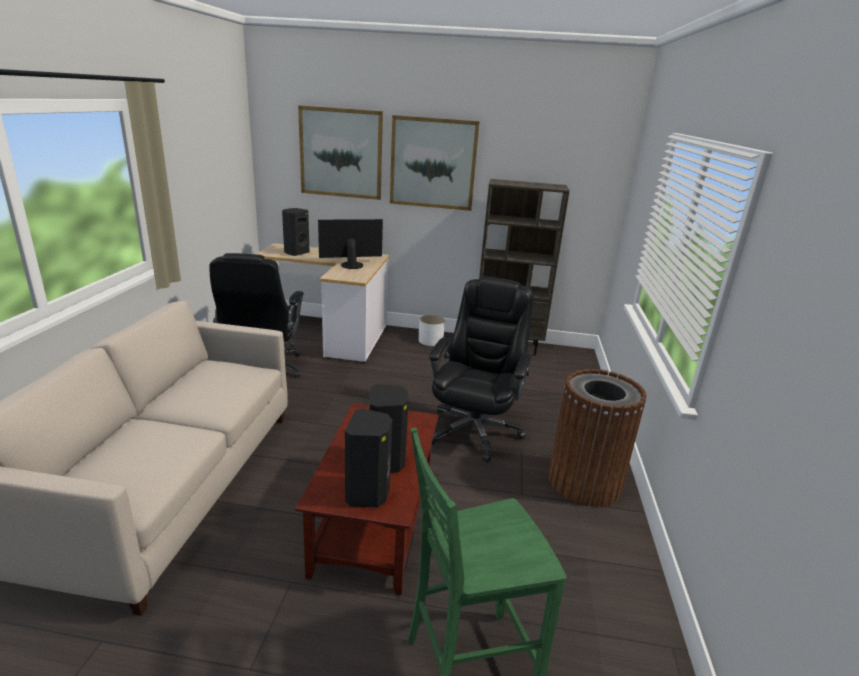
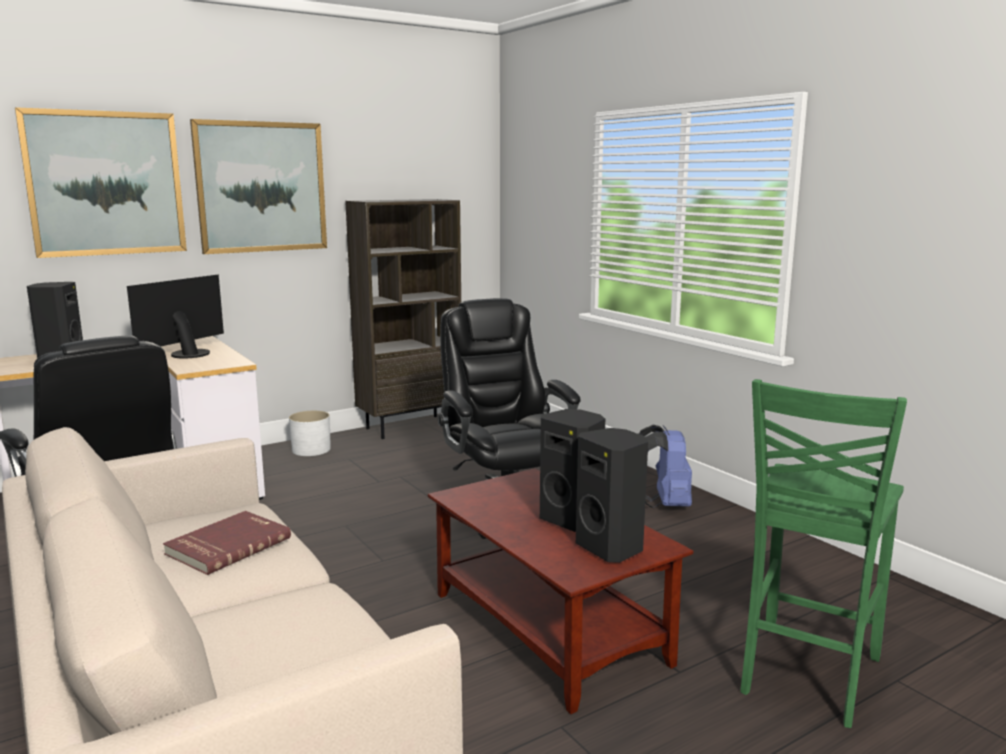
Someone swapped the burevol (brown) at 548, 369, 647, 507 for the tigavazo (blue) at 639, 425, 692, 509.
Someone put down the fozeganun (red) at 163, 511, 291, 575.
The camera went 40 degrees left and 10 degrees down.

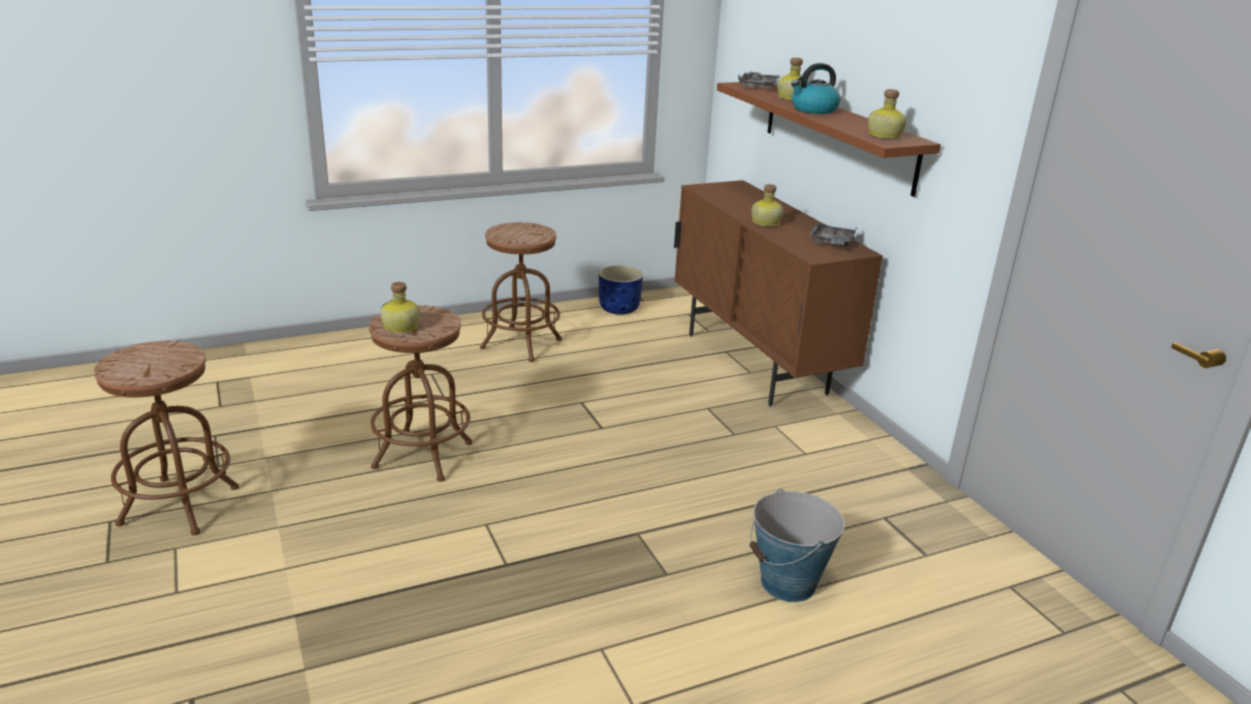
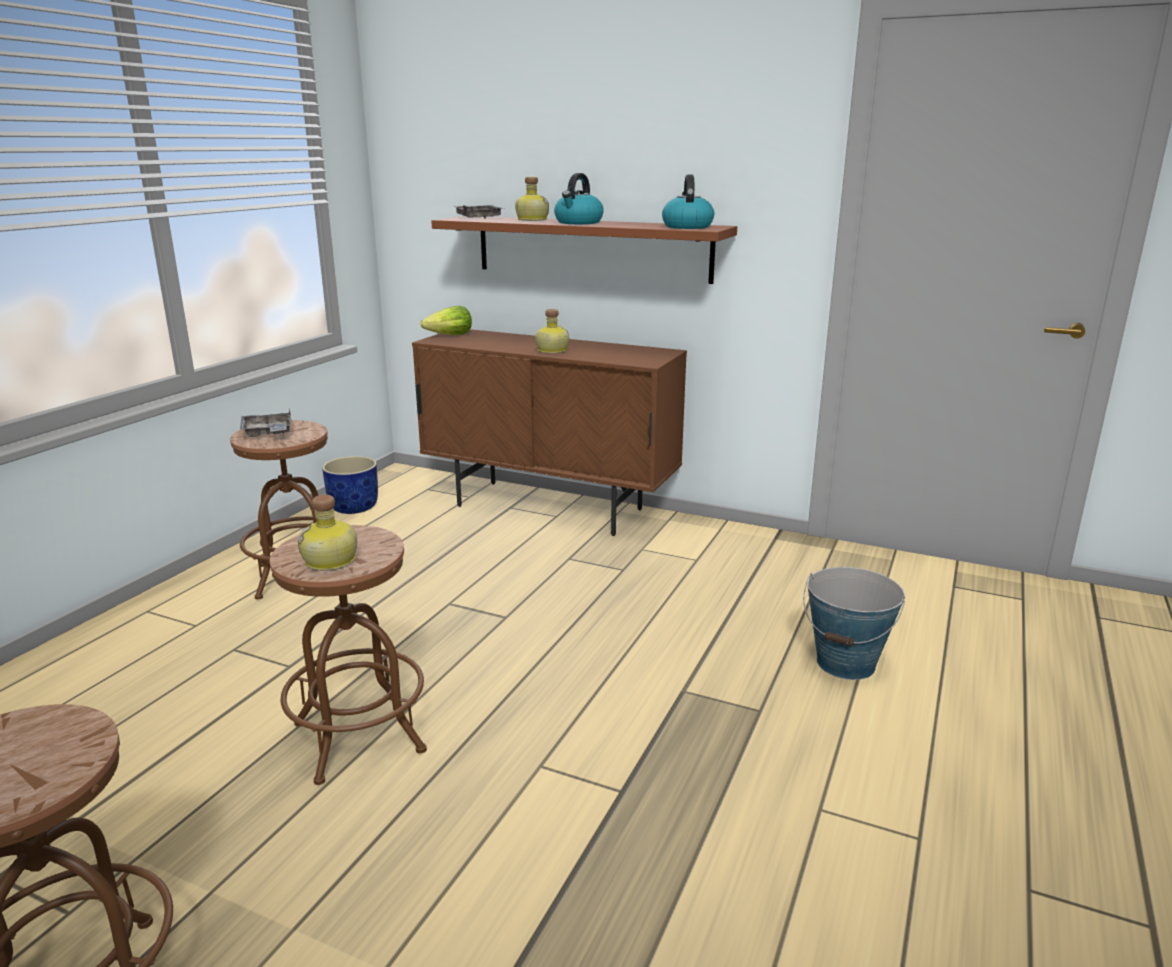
Someone carried the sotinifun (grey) from 809, 224, 857, 247 to 240, 409, 292, 437.
Someone swapped the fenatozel at 868, 89, 906, 139 for the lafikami at 662, 175, 714, 229.
Someone put down the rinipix at 421, 306, 472, 335.
The camera went 40 degrees left and 5 degrees down.

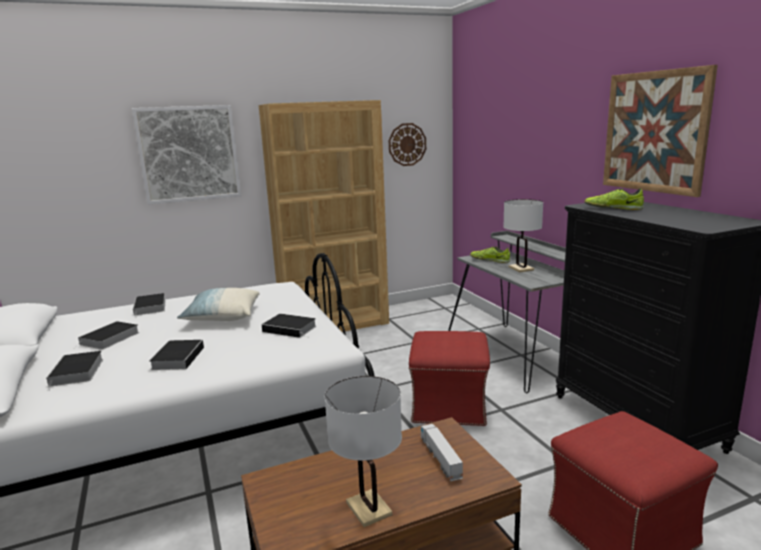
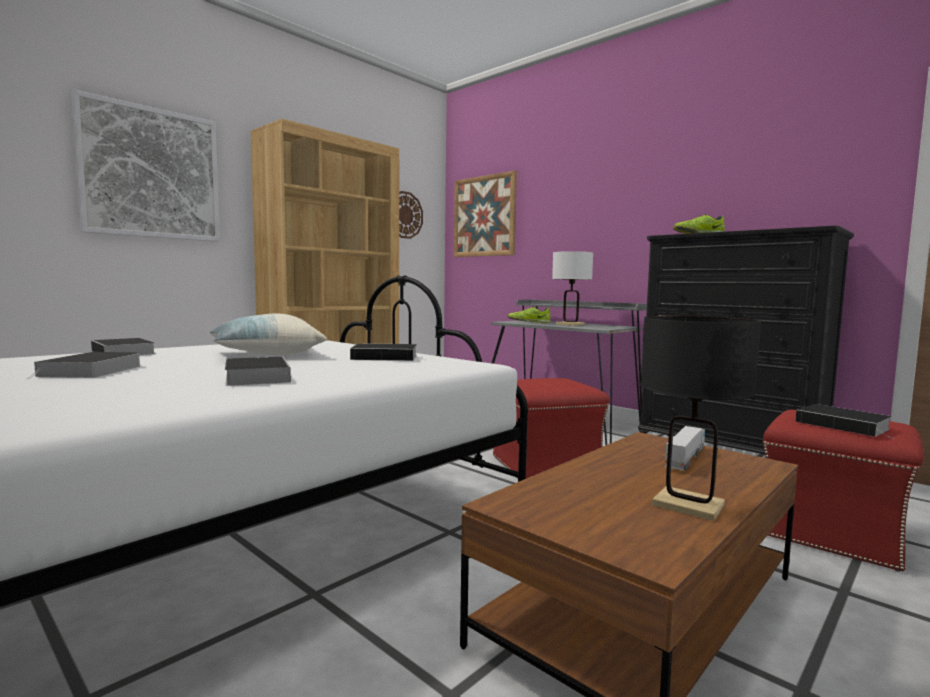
Someone carried the fozeganun from 46, 351, 103, 391 to 795, 404, 895, 439.
Someone repainted the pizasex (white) at 325, 376, 402, 527, which became the pizasex (black) at 640, 316, 761, 521.
Someone rotated the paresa at 421, 424, 463, 481 by 75 degrees clockwise.
Someone carried the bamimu from 603, 65, 718, 197 to 454, 171, 517, 257.
The camera went 25 degrees left and 10 degrees down.

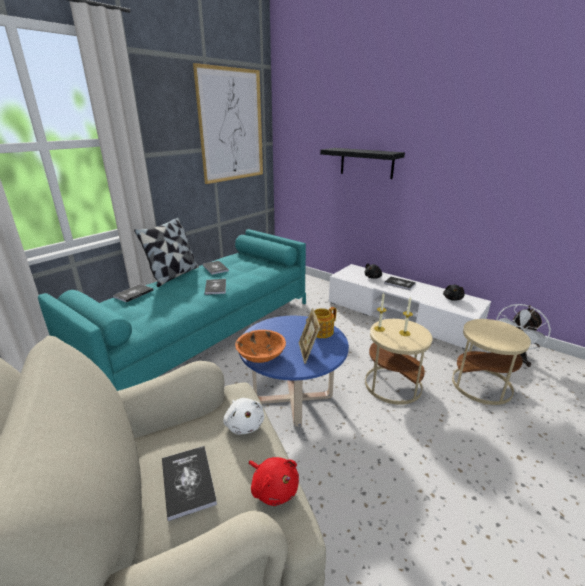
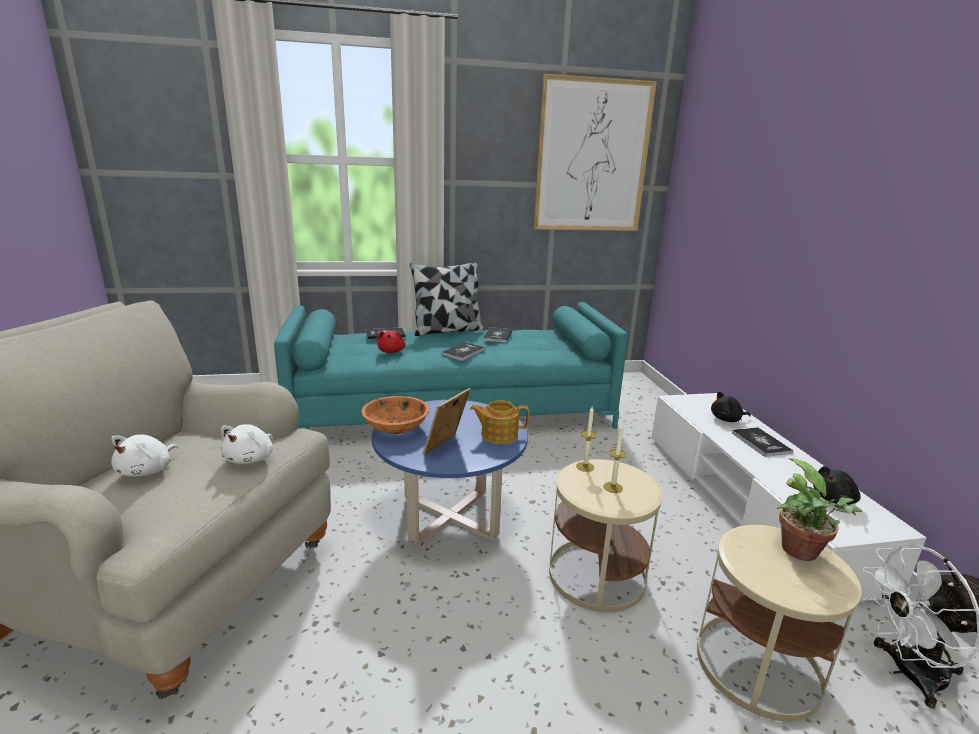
Someone swapped the fozeganun at 162, 446, 217, 521 for the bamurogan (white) at 111, 435, 179, 477.
Someone carried the bamurogan (red) from 249, 457, 299, 506 to 378, 331, 406, 353.
Someone took away the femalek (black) at 320, 148, 405, 179.
Someone put down the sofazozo at 777, 458, 863, 561.
The camera went 40 degrees right and 5 degrees down.

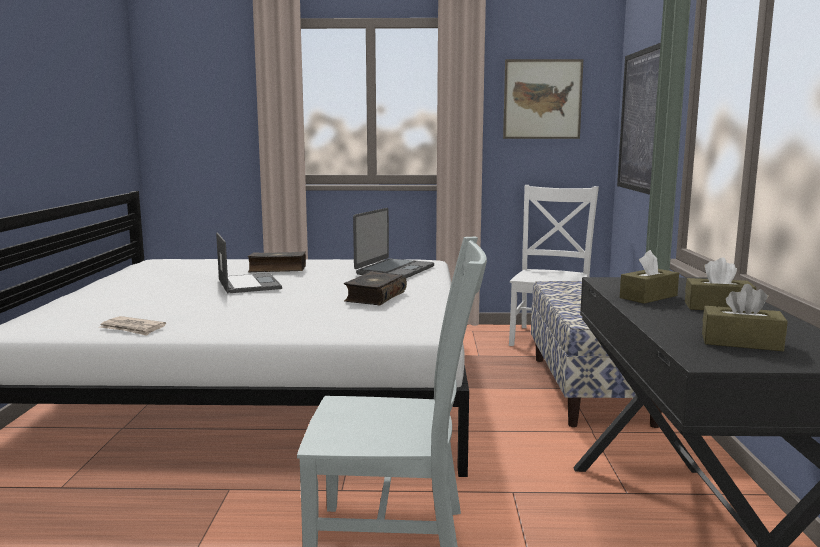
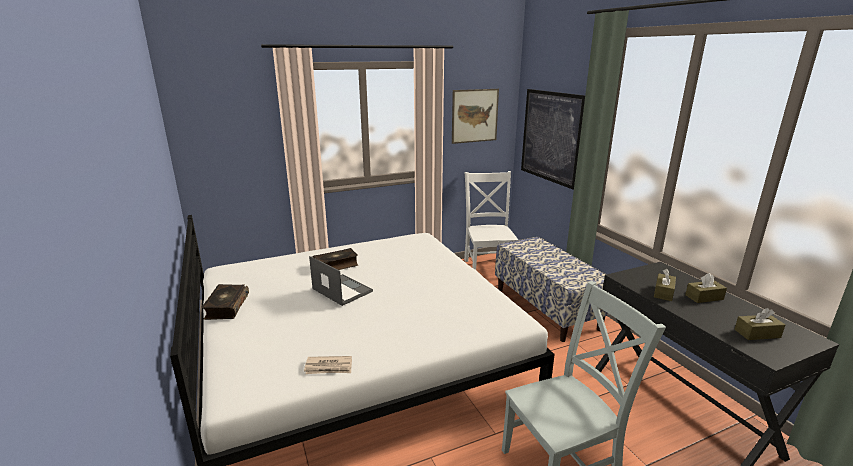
Someone carried the fozeganun from 344, 271, 407, 305 to 201, 284, 249, 320.
Someone took away the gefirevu at 353, 208, 434, 278.
The camera went 25 degrees left and 10 degrees up.

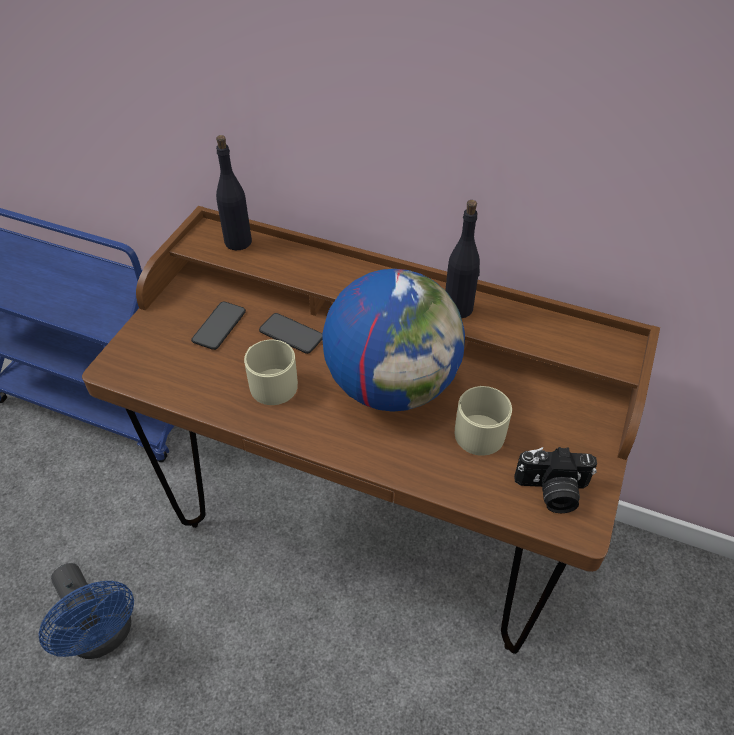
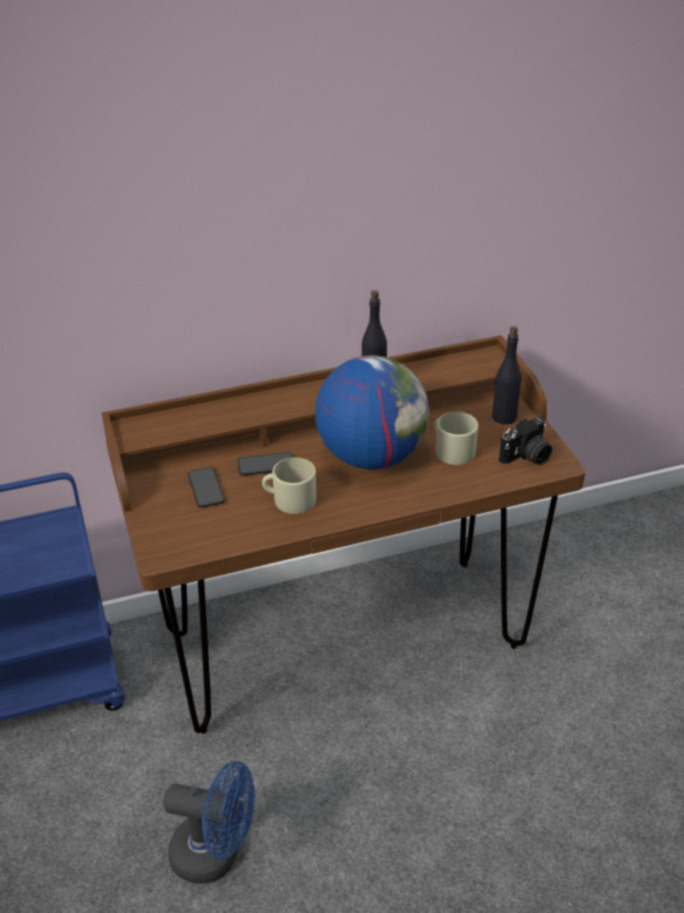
Someone carried the fenatozel (black) from 216, 135, 252, 250 to 492, 326, 521, 425.
The camera went 40 degrees left and 10 degrees down.

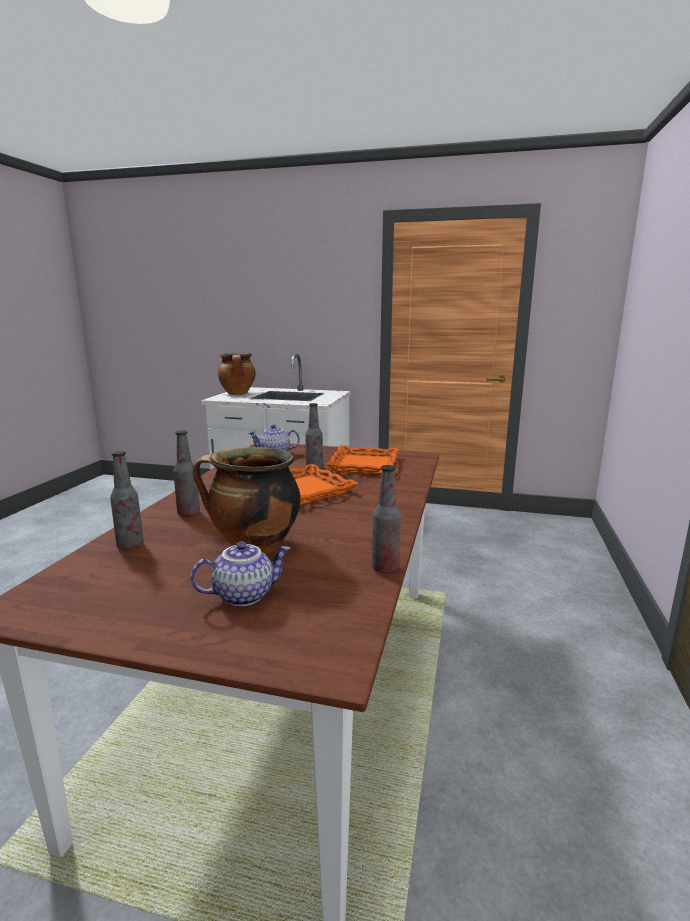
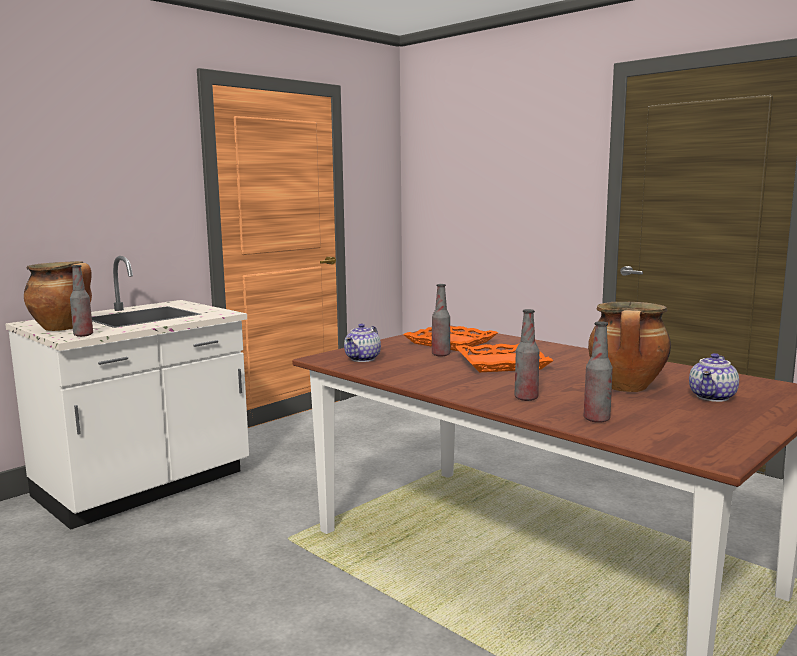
Someone rotated the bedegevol at 190, 541, 291, 606 by 150 degrees counterclockwise.
Someone carried the fenatozel from 372, 465, 401, 573 to 70, 265, 93, 337.
The camera went 60 degrees left and 5 degrees down.

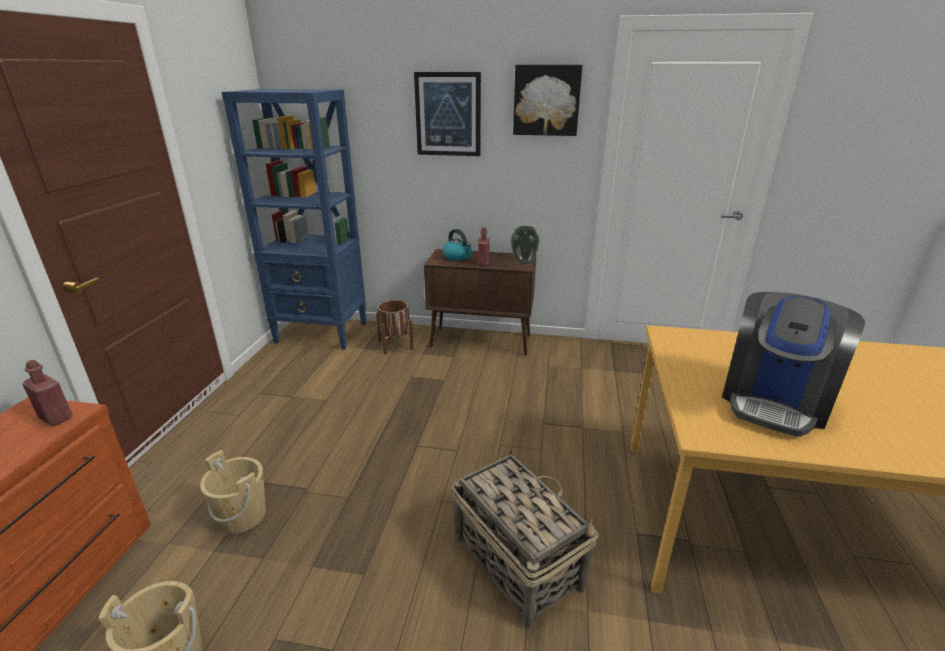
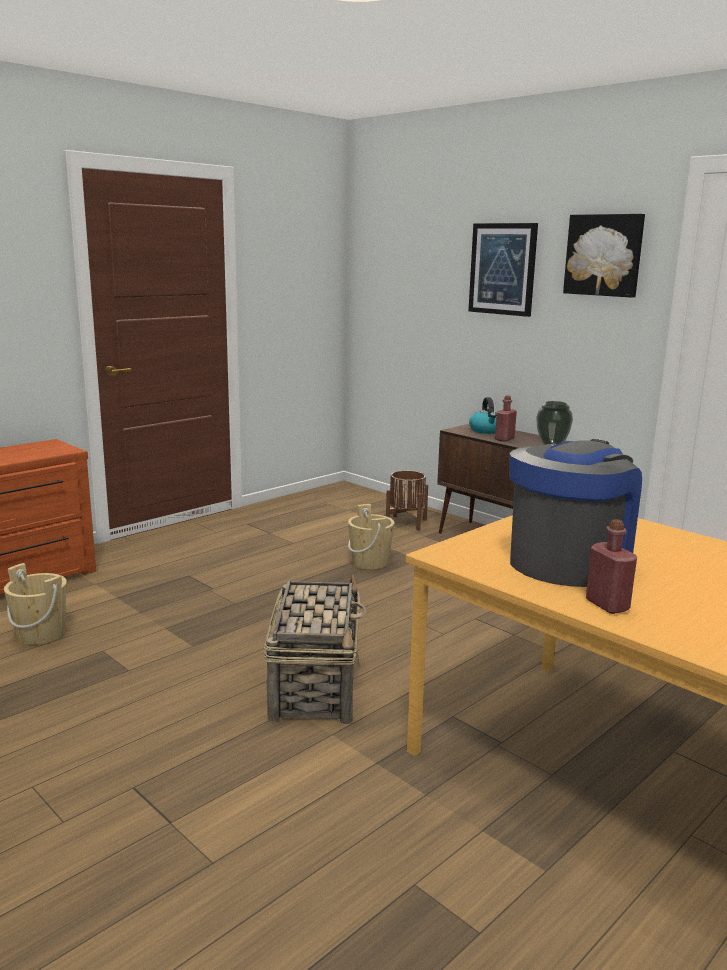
Someone carried the fenatozel (red) from 22, 360, 72, 426 to 586, 519, 637, 614.
Someone carried the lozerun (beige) from 200, 450, 266, 533 to 348, 504, 394, 569.
Someone took away the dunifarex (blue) at 222, 89, 367, 350.
Someone rotated the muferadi at 722, 292, 865, 437 by 150 degrees clockwise.
The camera went 35 degrees right and 10 degrees down.

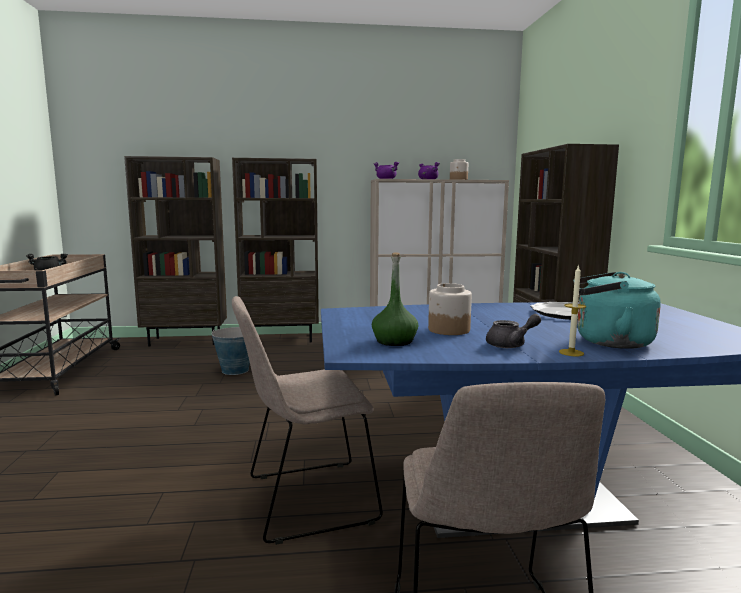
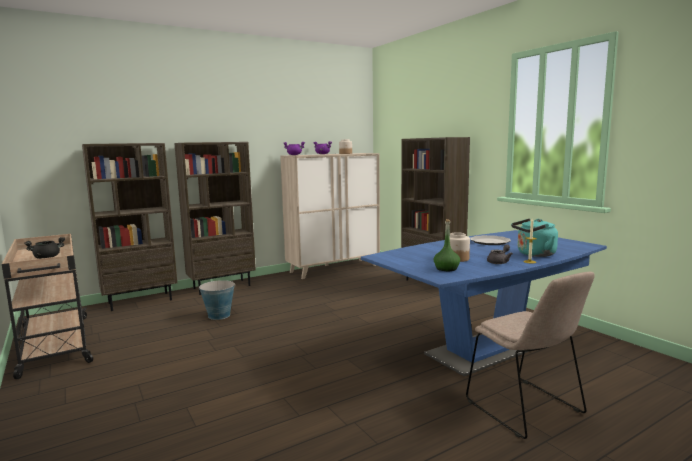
Someone took away the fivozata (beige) at 232, 296, 383, 545.
The camera went 25 degrees left and 0 degrees up.

